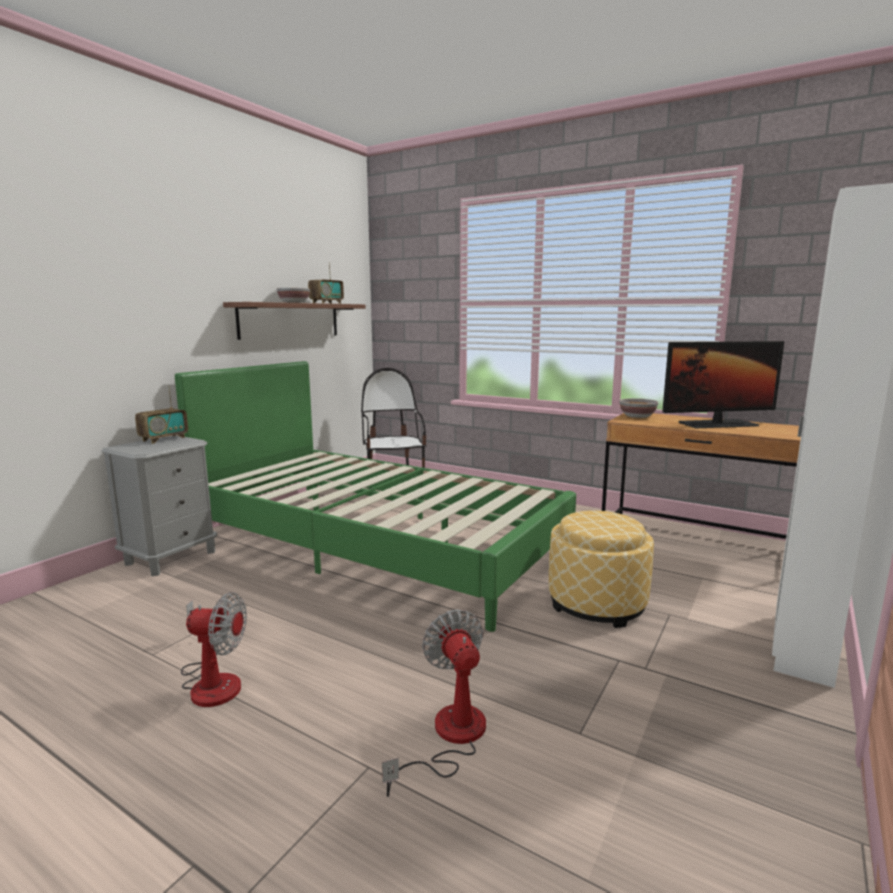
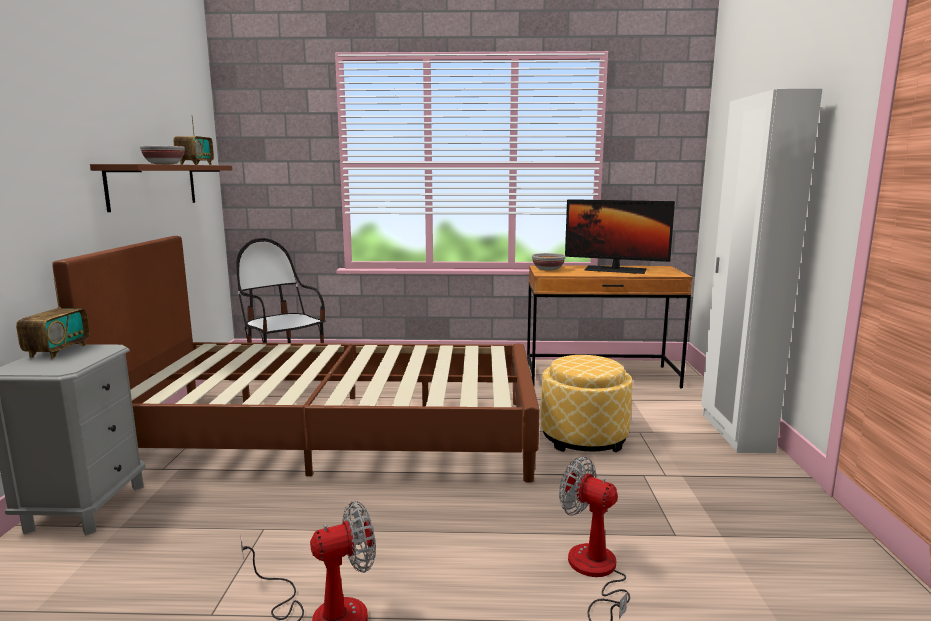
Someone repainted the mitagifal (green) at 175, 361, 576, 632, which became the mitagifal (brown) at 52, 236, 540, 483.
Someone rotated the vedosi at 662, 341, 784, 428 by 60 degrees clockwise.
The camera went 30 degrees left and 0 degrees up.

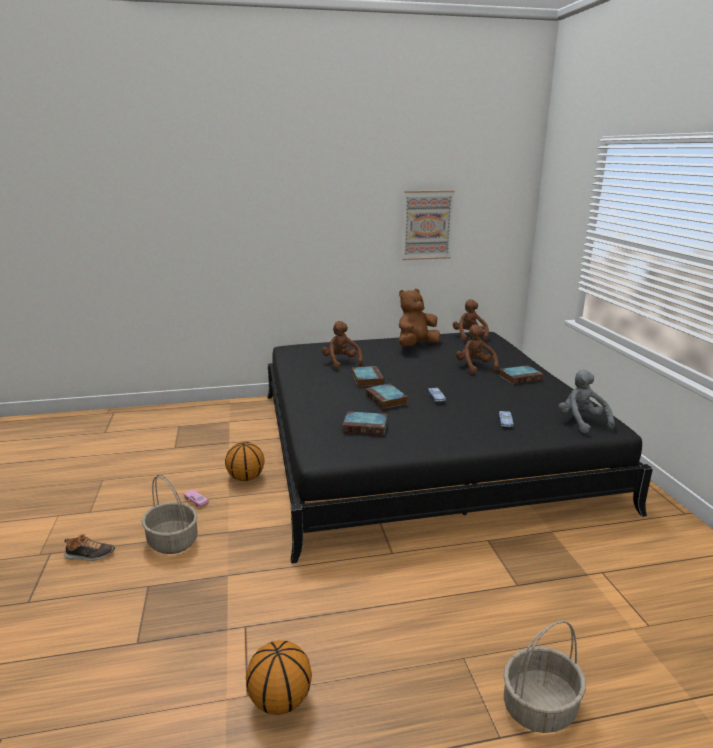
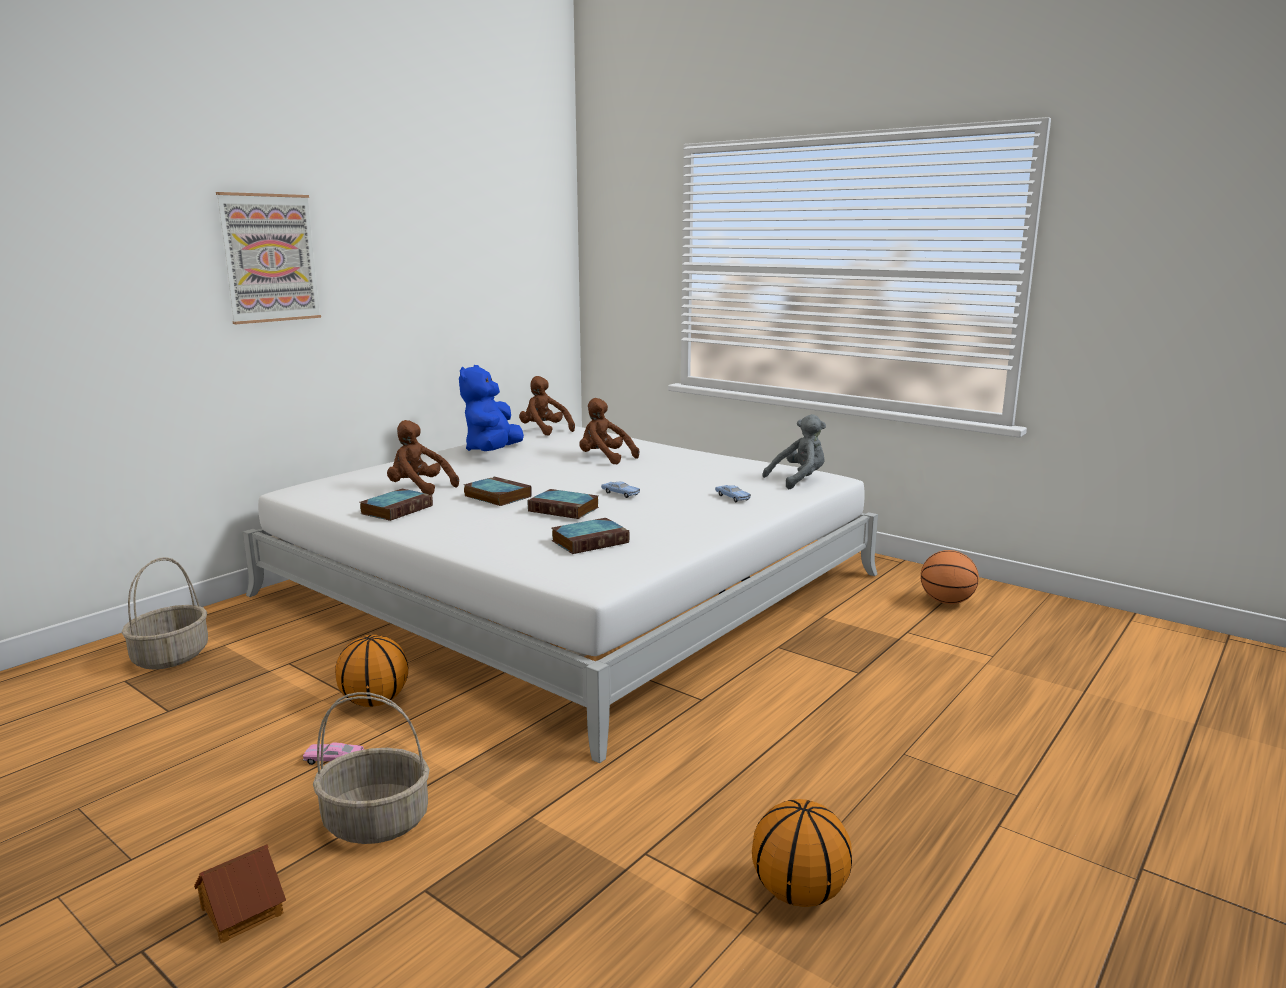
Someone swapped the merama at 64, 534, 115, 561 for the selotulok at 194, 844, 286, 943.
Someone repainted the mitagifal (black) at 268, 332, 653, 564, which became the mitagifal (white) at 243, 424, 878, 763.
Someone repainted the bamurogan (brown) at 399, 289, 441, 347, which became the bamurogan (blue) at 459, 365, 524, 451.
Someone carried the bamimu from 402, 190, 454, 260 to 216, 192, 321, 324.
Someone carried the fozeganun from 500, 365, 543, 385 to 360, 489, 433, 521.
Someone carried the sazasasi from 503, 621, 586, 733 to 121, 557, 208, 670.
Someone rotated the bamurogan (grey) at 558, 370, 615, 433 by 120 degrees clockwise.
Someone put down the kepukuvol at 920, 550, 979, 604.
The camera went 40 degrees left and 5 degrees down.

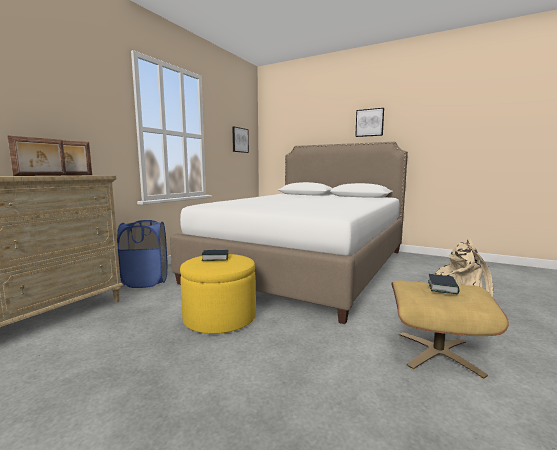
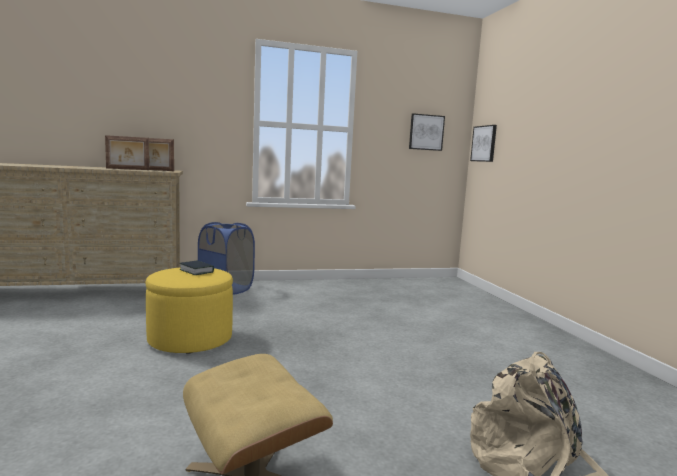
Someone took away the mitagifal (white) at 170, 142, 408, 324.
Someone carried the bamimu from 355, 108, 384, 137 to 470, 125, 497, 162.
Someone took away the fozeganun at 428, 274, 459, 294.
The camera went 45 degrees right and 0 degrees up.

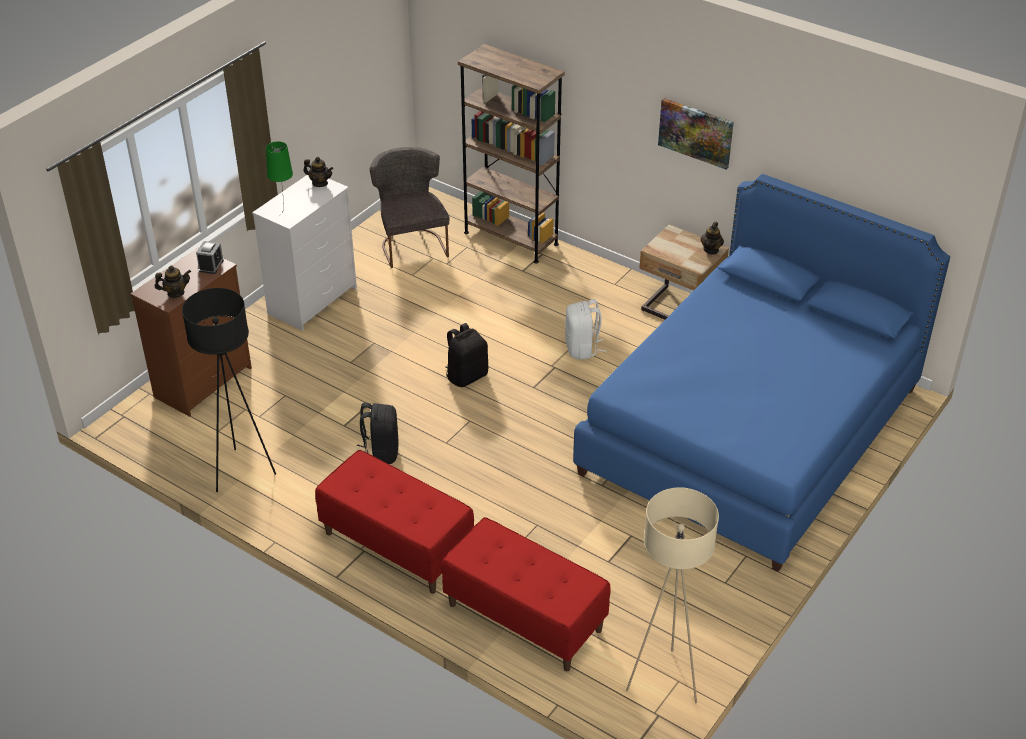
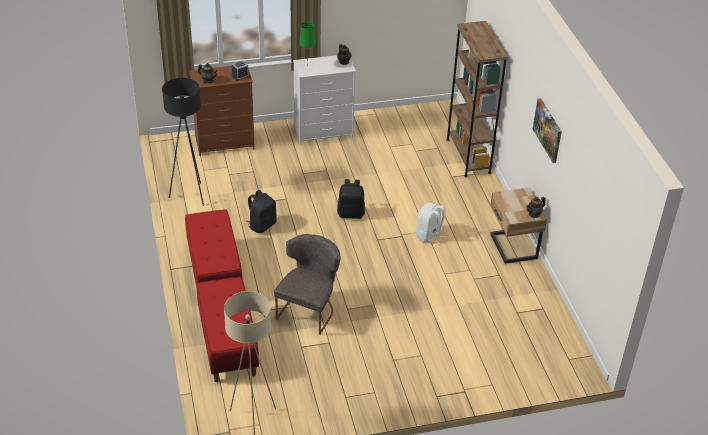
Someone carried the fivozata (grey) from 370, 147, 450, 268 to 274, 234, 341, 335.
Someone took away the mitagifal (blue) at 573, 174, 950, 572.
The camera went 40 degrees right and 0 degrees up.

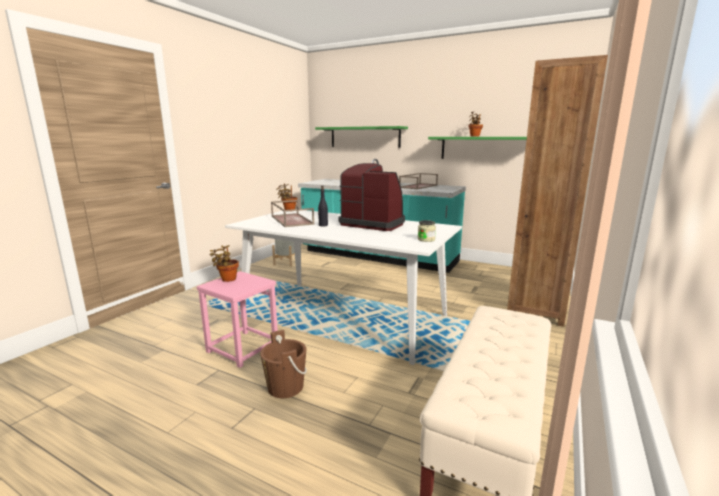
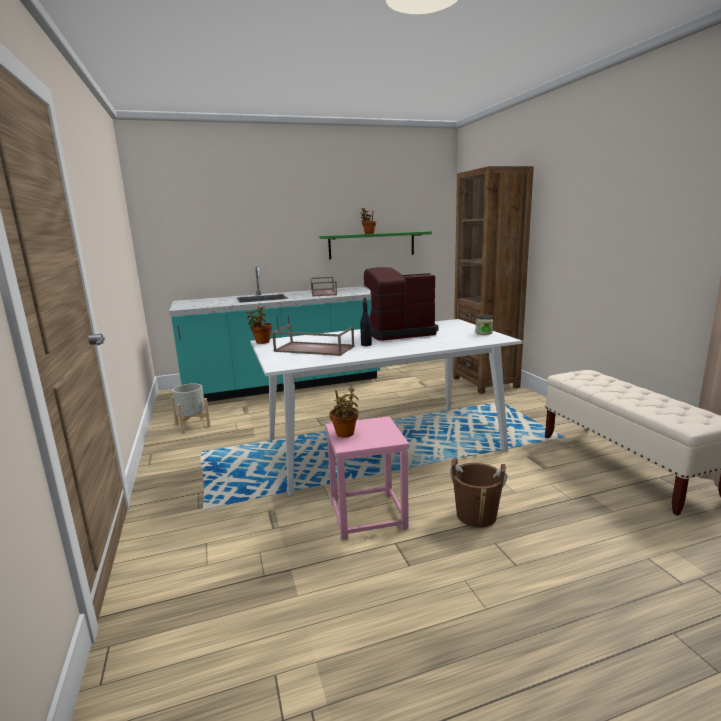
Someone took away the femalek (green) at 315, 126, 408, 148.
The camera went 45 degrees left and 0 degrees up.

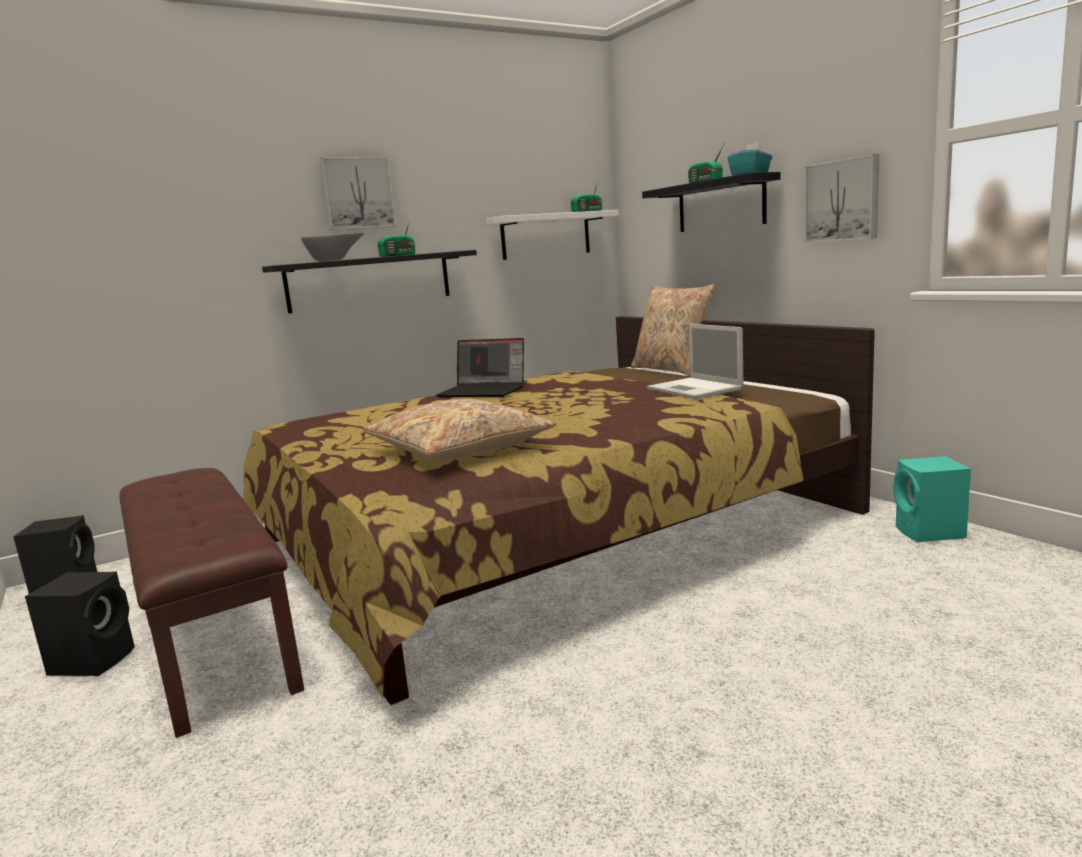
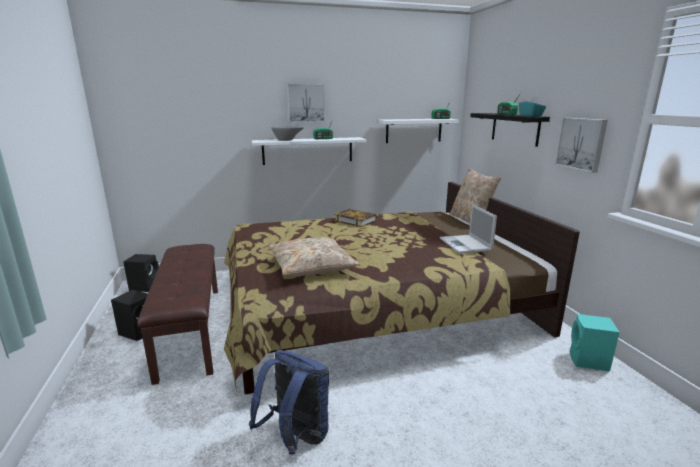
Someone repainted the femalek (black) at 262, 250, 477, 313, which became the femalek (white) at 252, 137, 367, 165.
Someone swapped the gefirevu at 436, 338, 524, 397 for the fozeganun at 334, 209, 377, 227.
Someone put down the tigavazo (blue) at 249, 350, 329, 455.
The camera went 15 degrees right and 5 degrees up.

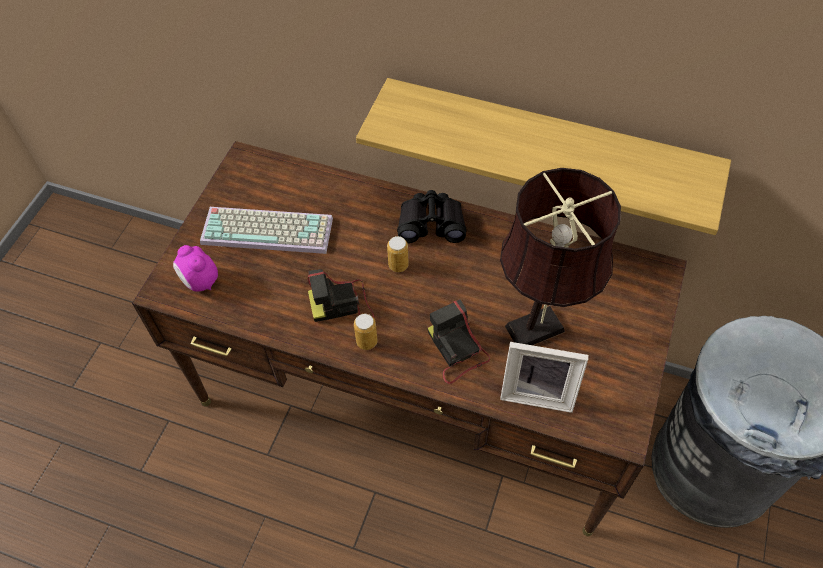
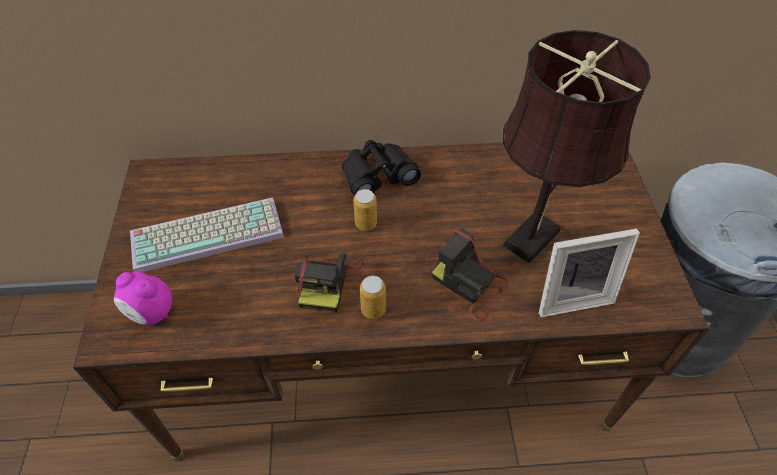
Someone rotated the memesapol at 308, 269, 374, 322 by 45 degrees counterclockwise.
Someone took away the femalek at 356, 78, 731, 235.
The camera went 25 degrees left and 5 degrees down.

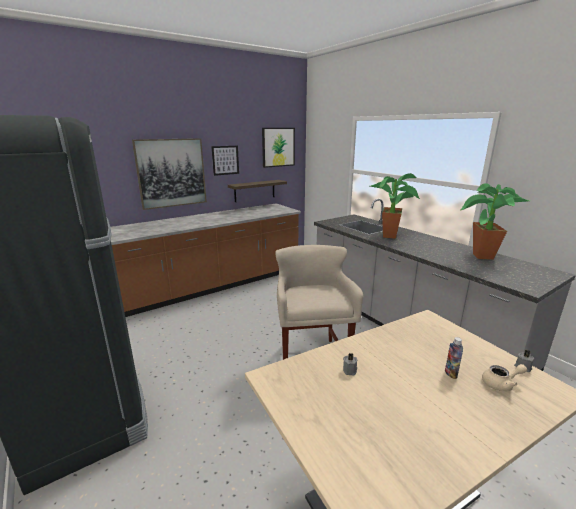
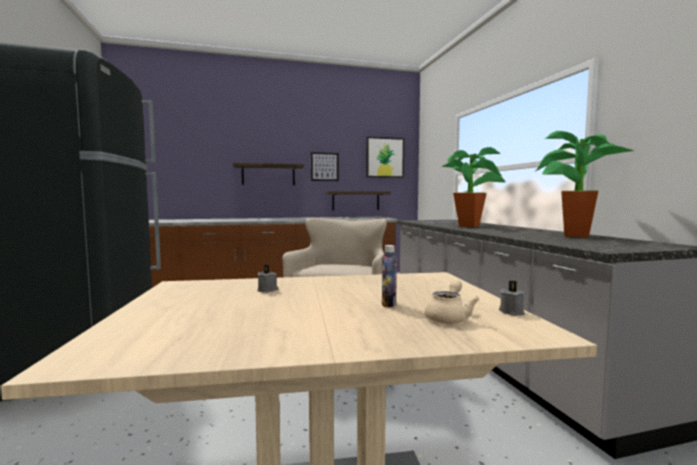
Someone swapped the bamimu at 132, 138, 207, 210 for the femalek at 233, 163, 304, 185.
Someone rotated the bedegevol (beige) at 482, 364, 527, 391 by 75 degrees counterclockwise.
The camera went 20 degrees right and 15 degrees down.

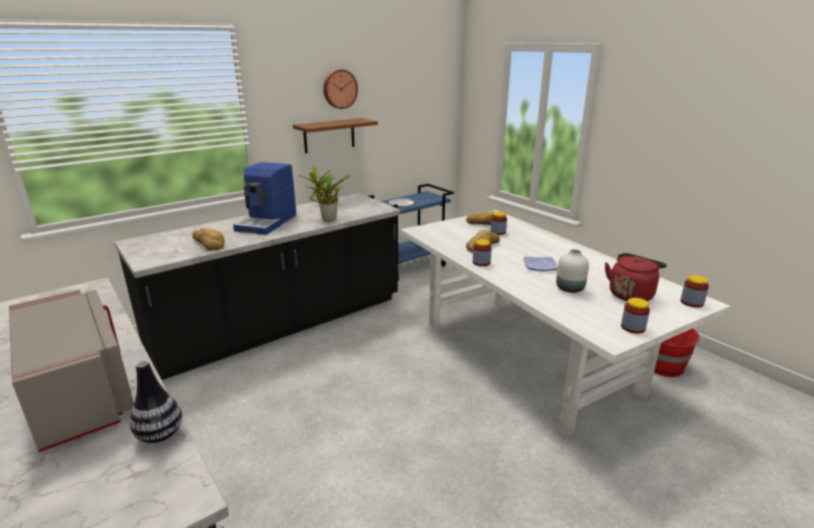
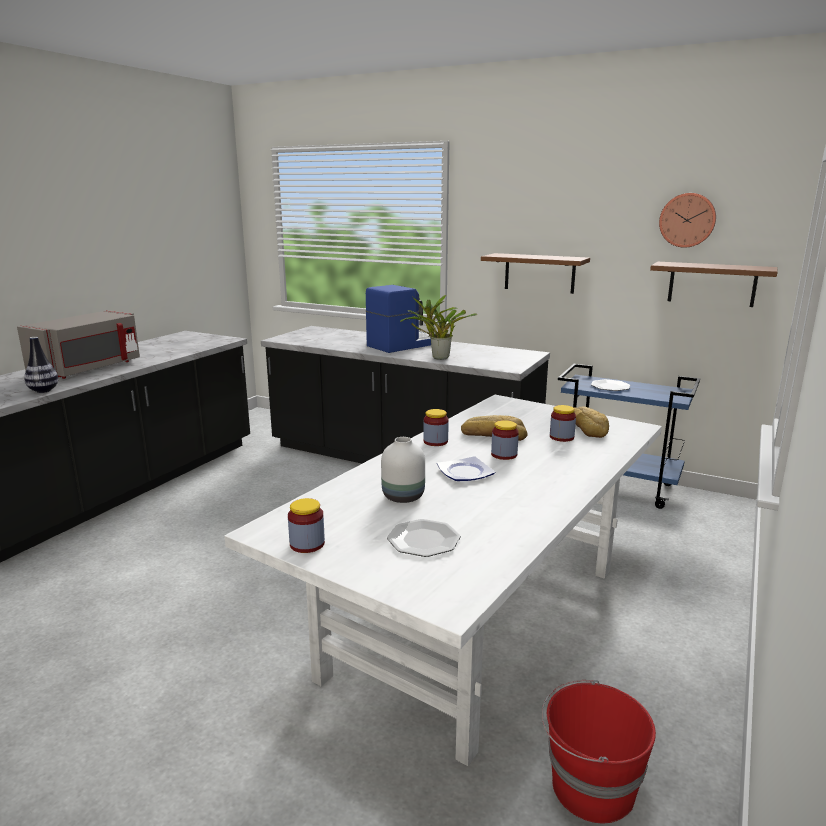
Someone took away the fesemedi at 192, 228, 225, 250.
Someone rotated the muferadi at 233, 162, 296, 235 by 150 degrees clockwise.
Someone carried the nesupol from 323, 69, 358, 109 to 659, 193, 716, 248.
Someone swapped the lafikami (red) at 605, 253, 667, 301 for the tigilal at 387, 519, 461, 557.
Someone carried the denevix from 681, 275, 709, 308 to 491, 420, 519, 460.
Someone put up the femalek (brown) at 650, 262, 778, 307.
The camera went 65 degrees right and 5 degrees down.

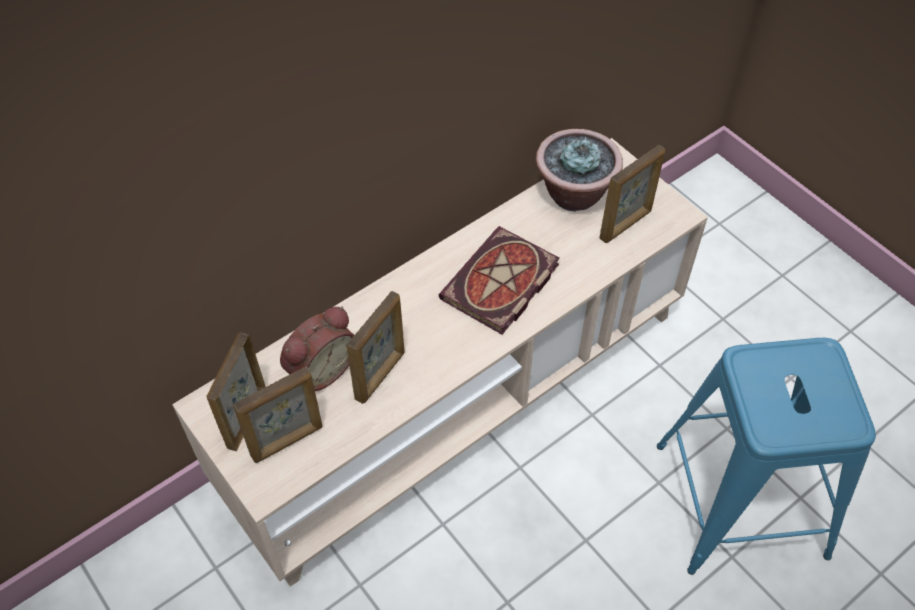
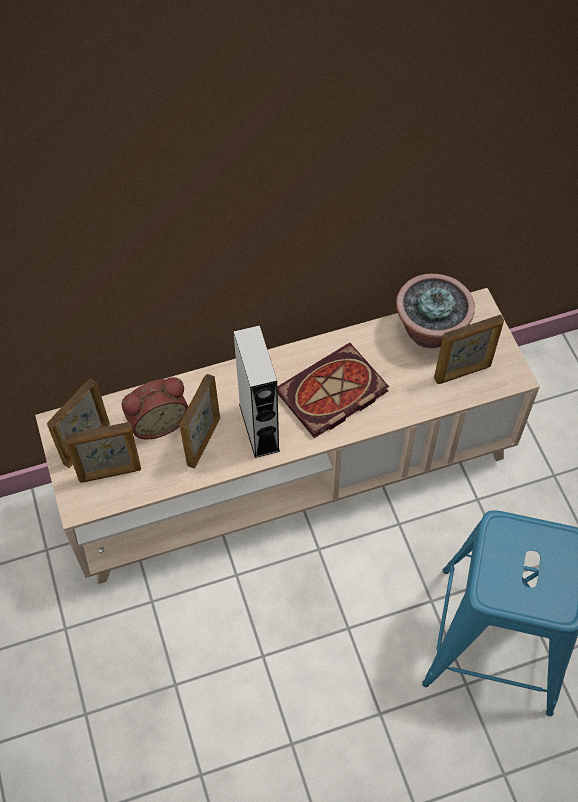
Someone rotated the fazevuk at 347, 291, 405, 404 by 150 degrees clockwise.
Someone put down the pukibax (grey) at 233, 325, 280, 458.
The camera went 20 degrees right and 5 degrees up.

